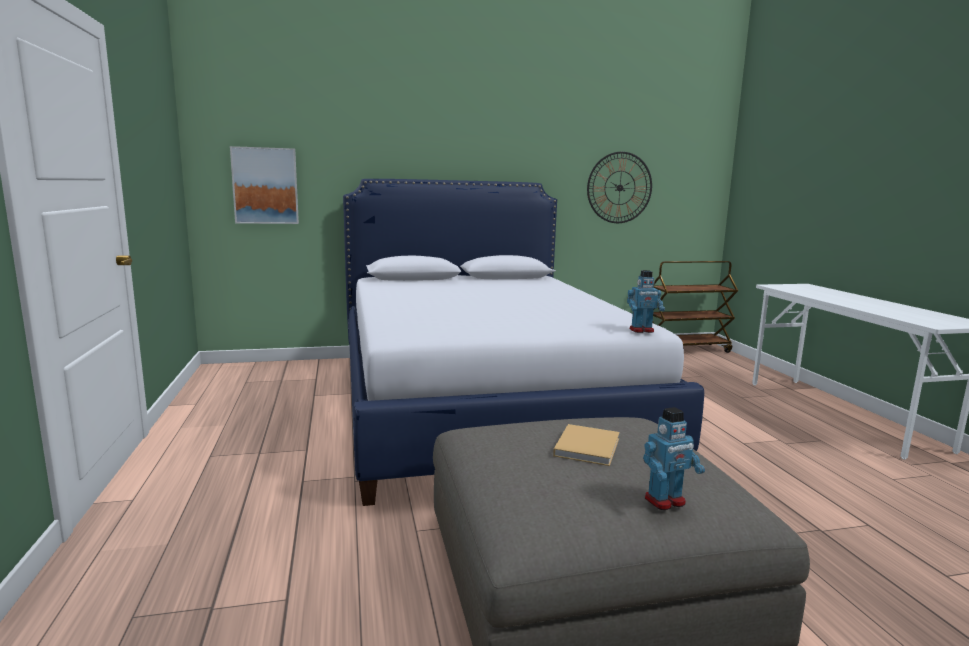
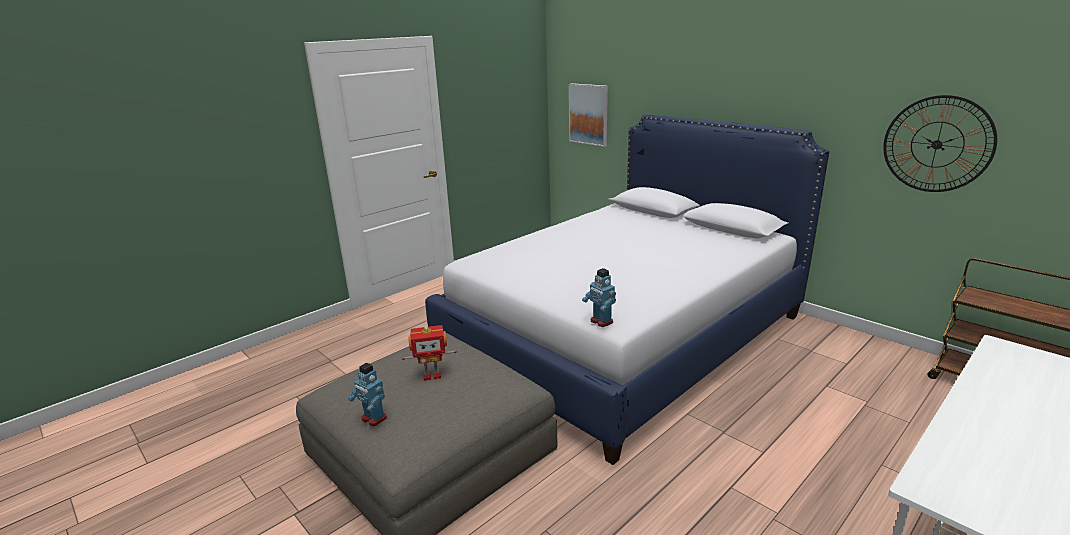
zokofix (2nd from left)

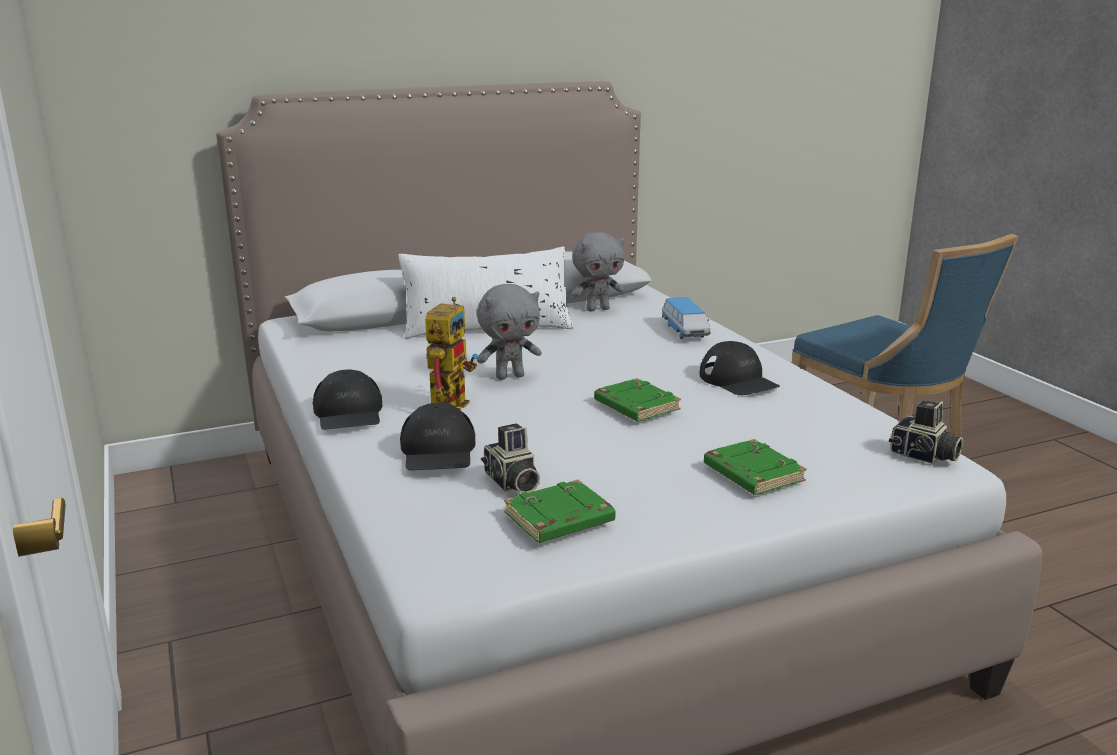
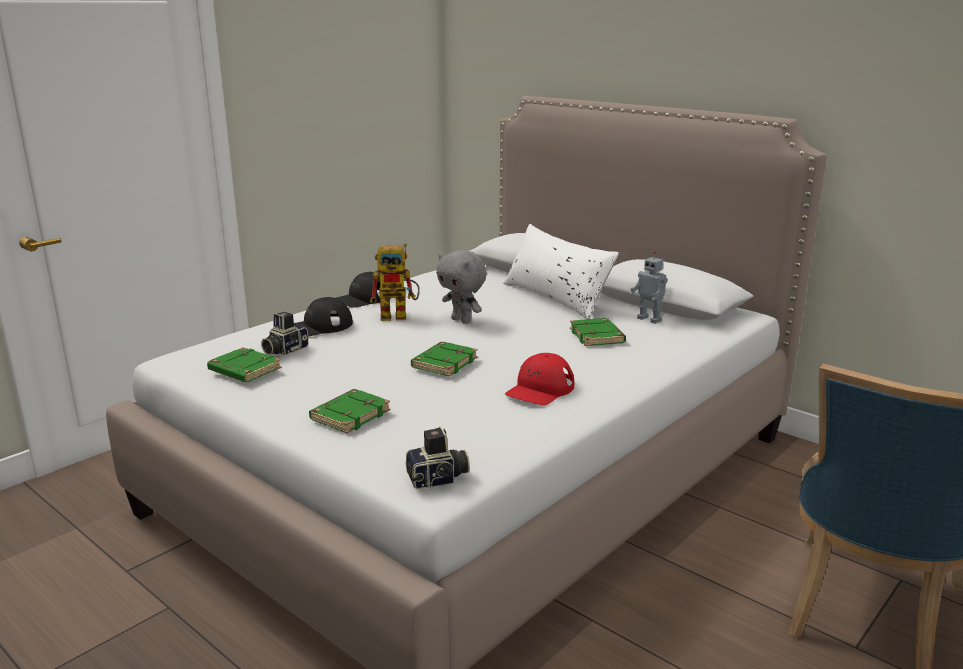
zokofix (2nd from left)
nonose
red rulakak
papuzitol (2nd from left)
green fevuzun (4th from left)

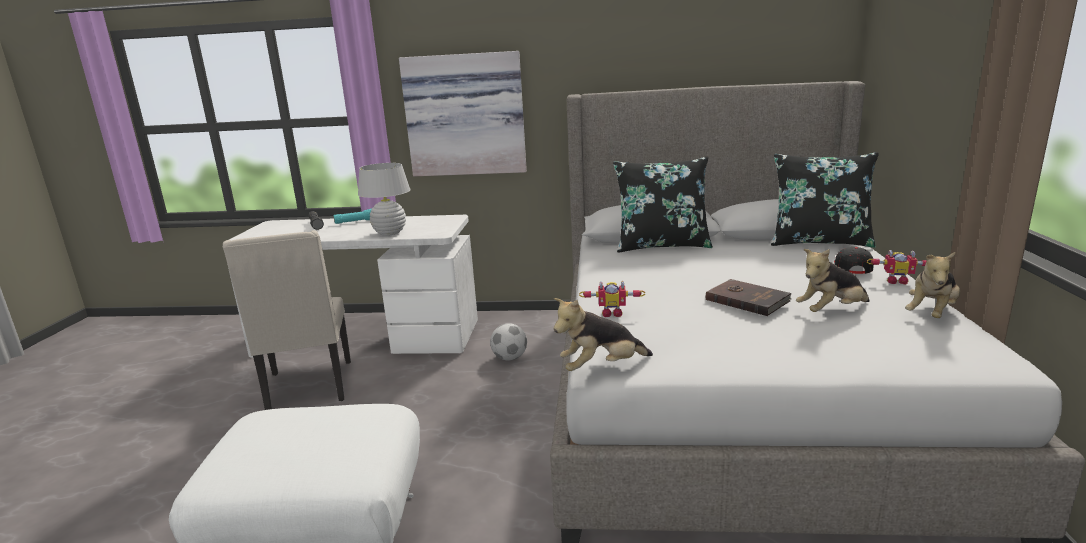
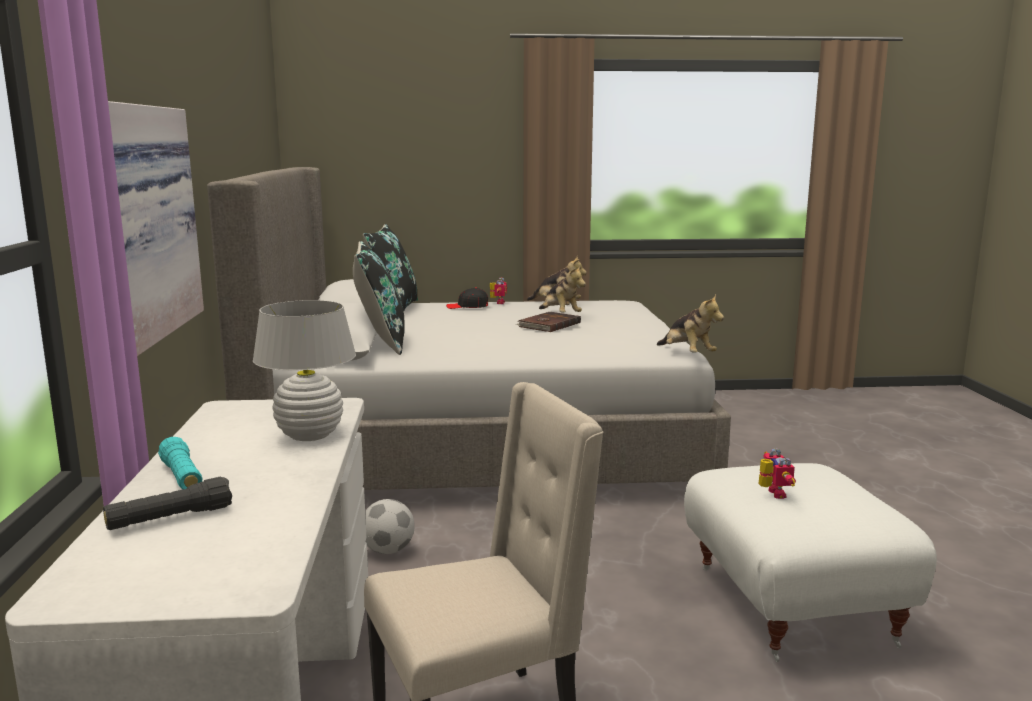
zokofix (2nd from left)

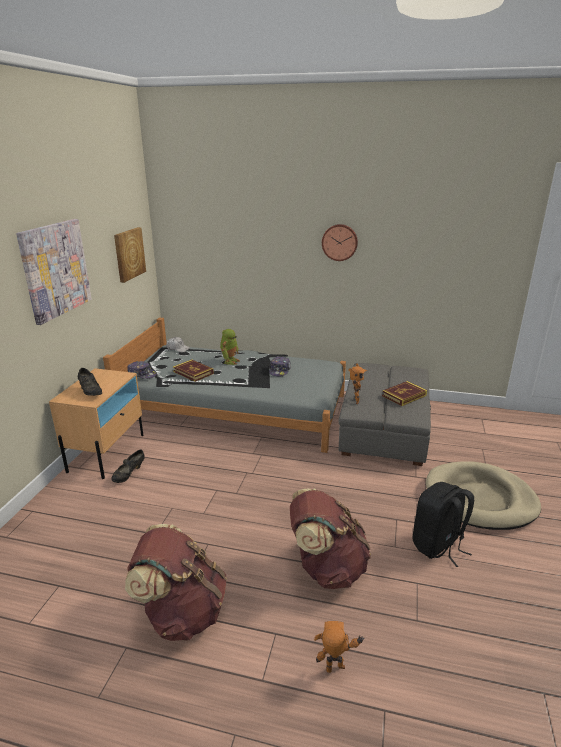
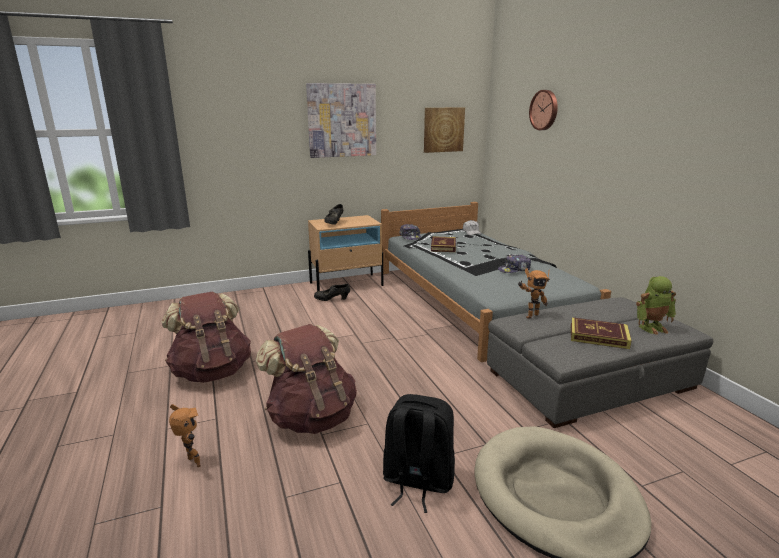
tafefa
zokofix (3rd from left)

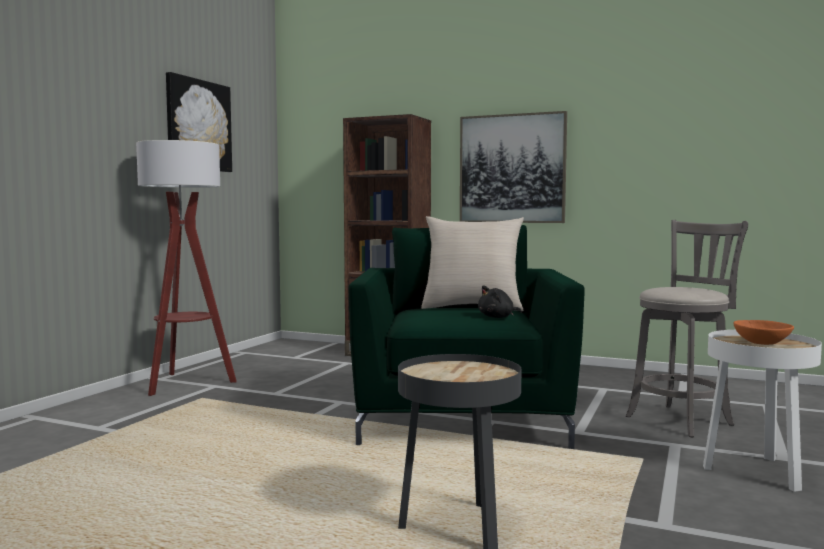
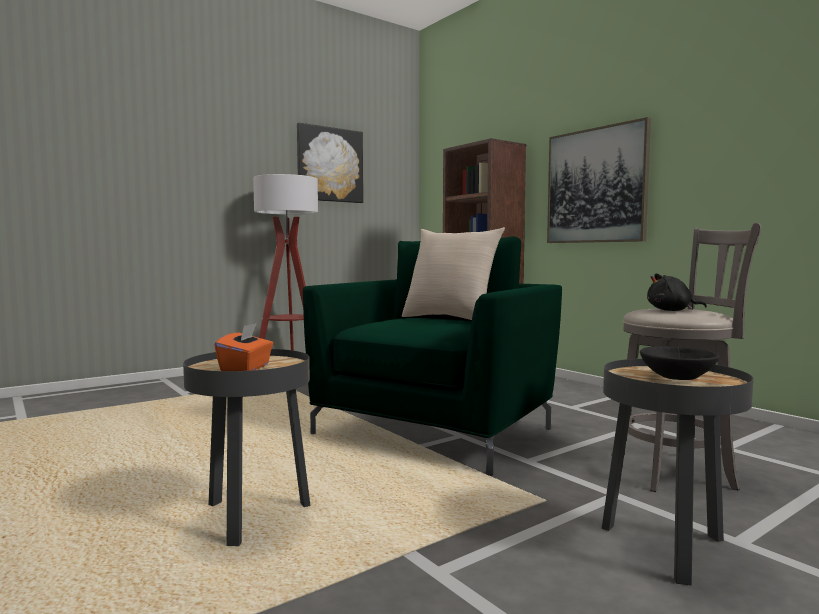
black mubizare
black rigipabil
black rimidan (2nd from left)
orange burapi

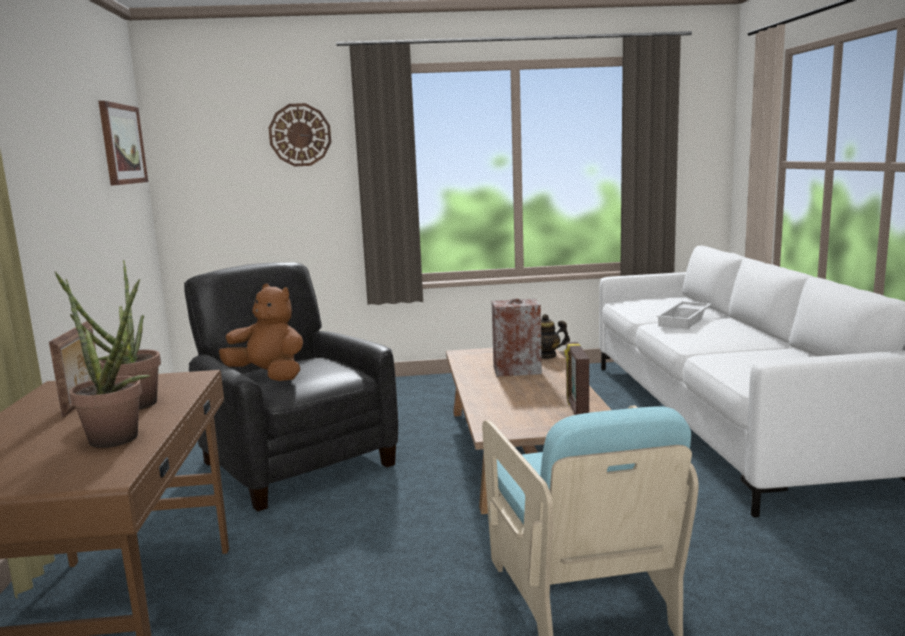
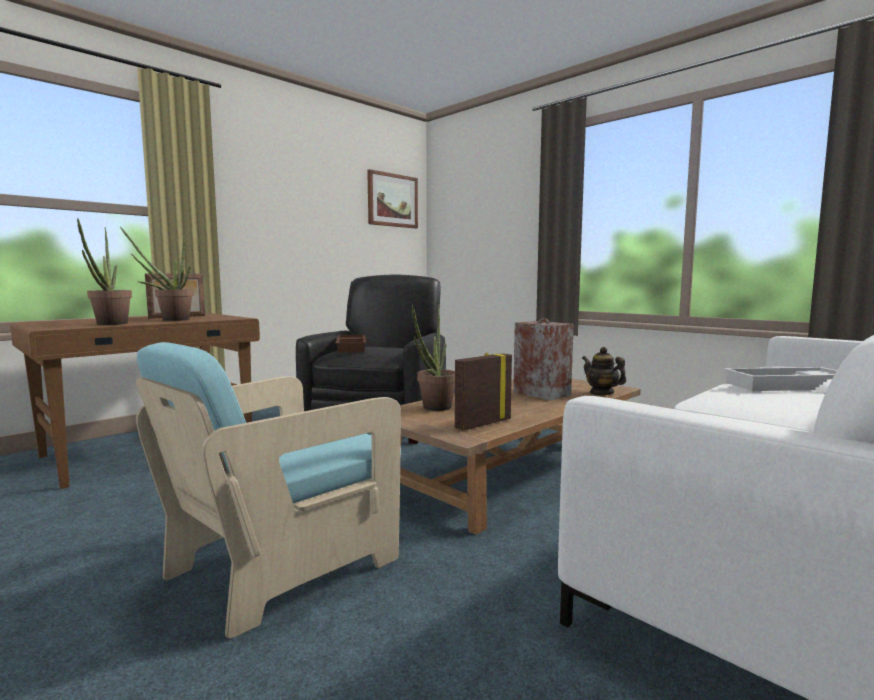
tafefa
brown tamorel
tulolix (3rd from left)

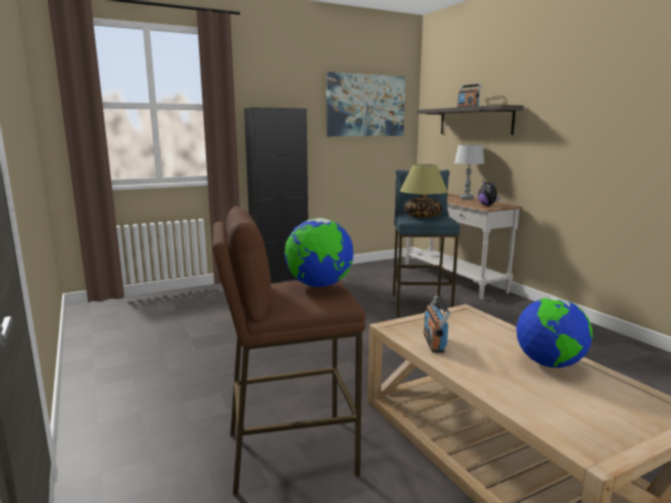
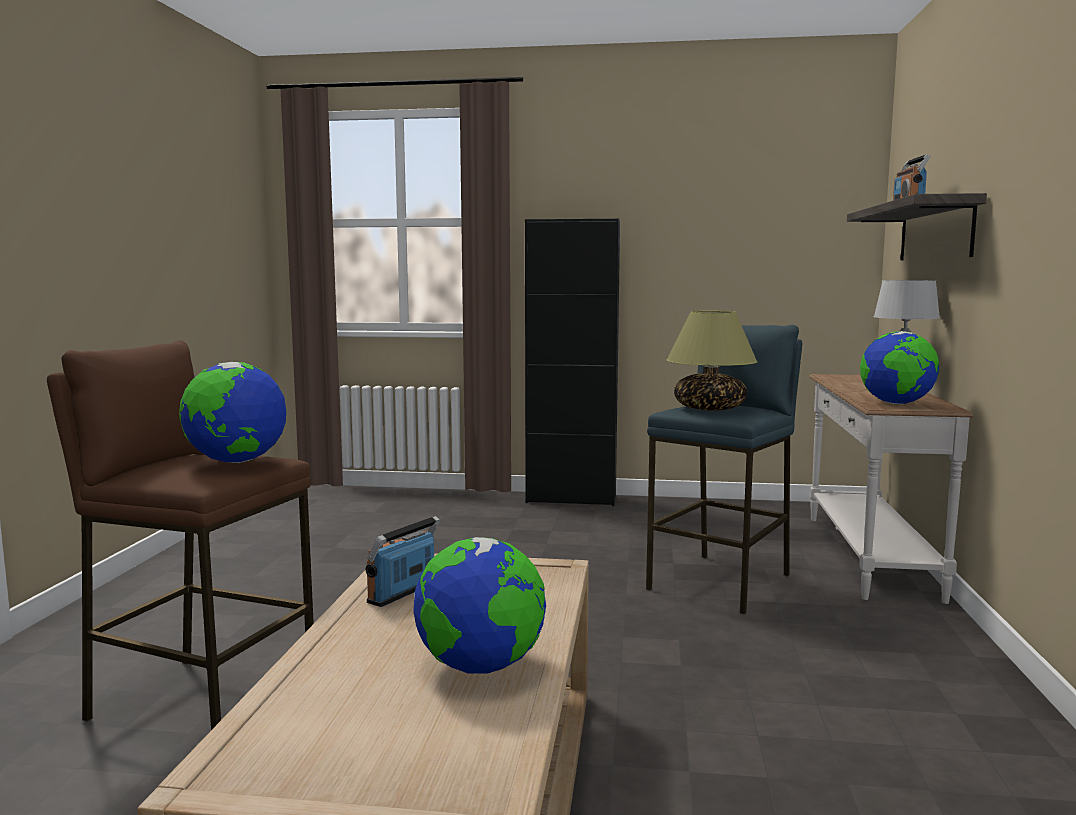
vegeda
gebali (3rd from left)

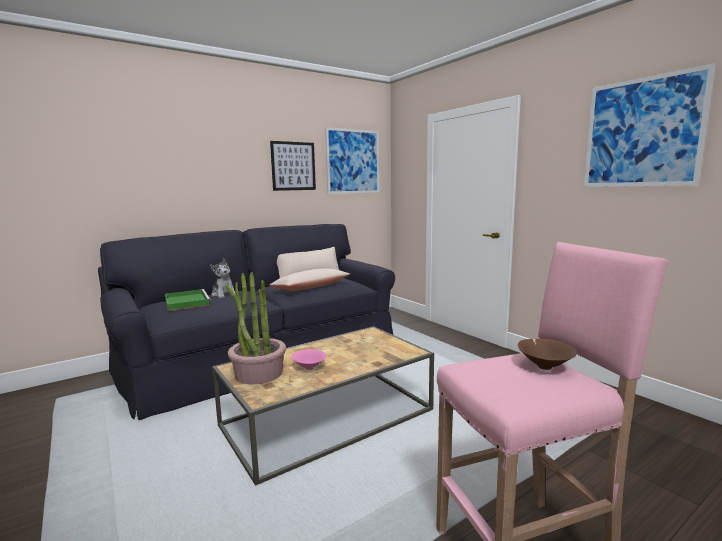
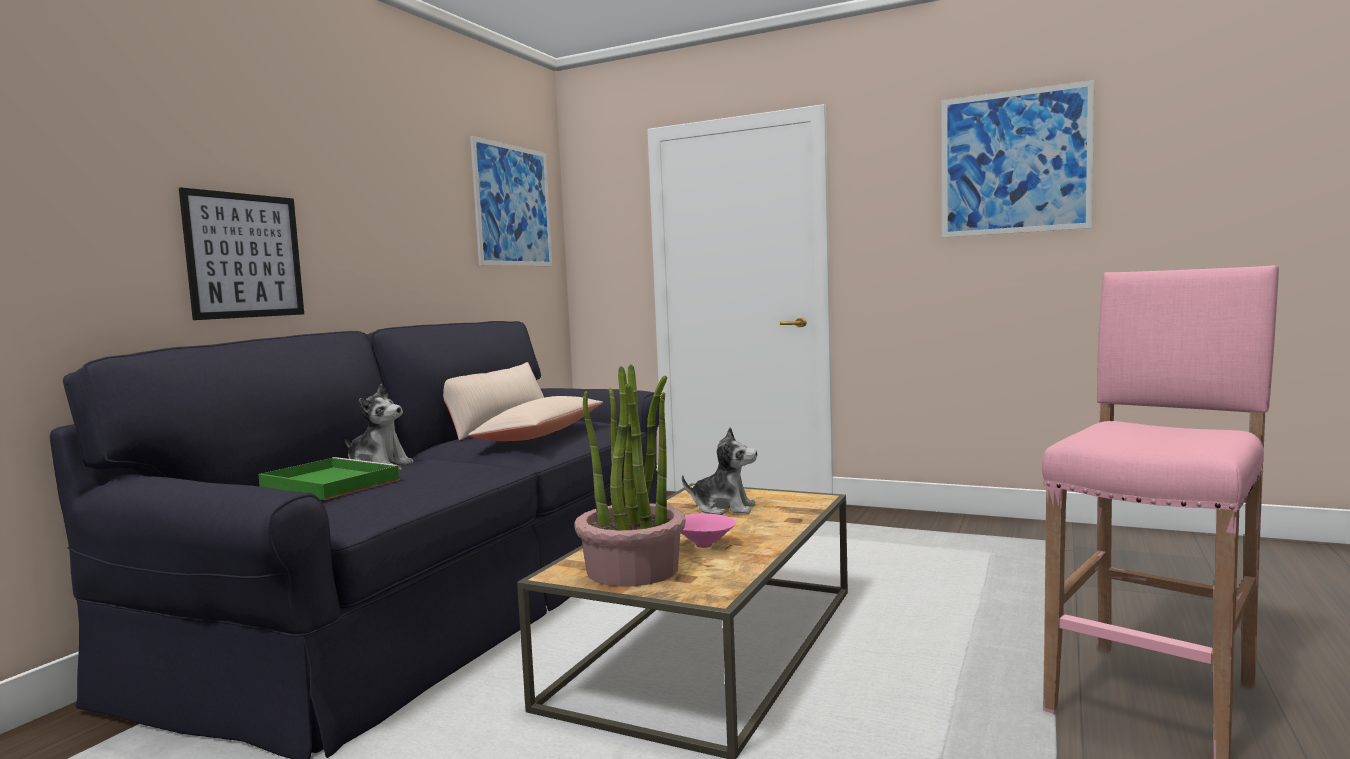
vegeda (1st from left)
brown rigipabil
mubizare (2nd from left)

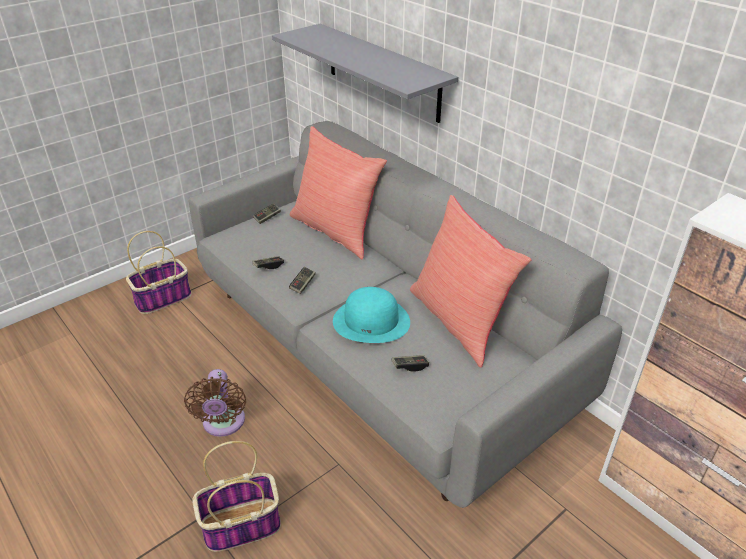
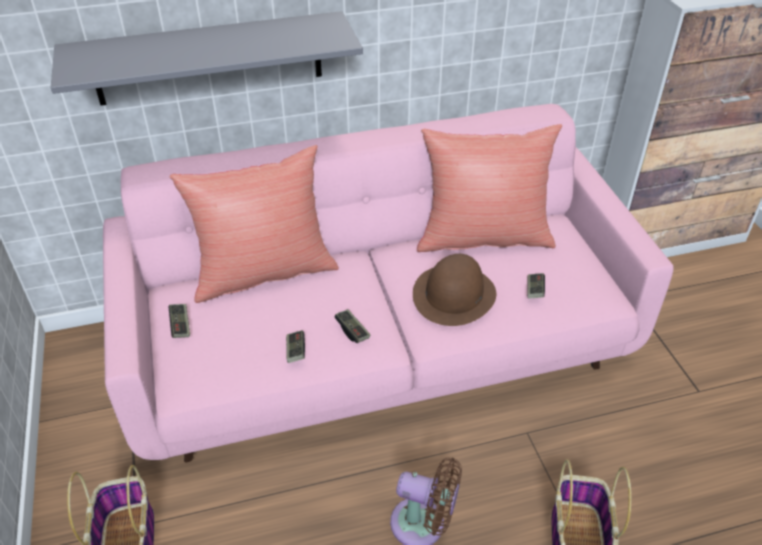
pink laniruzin
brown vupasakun

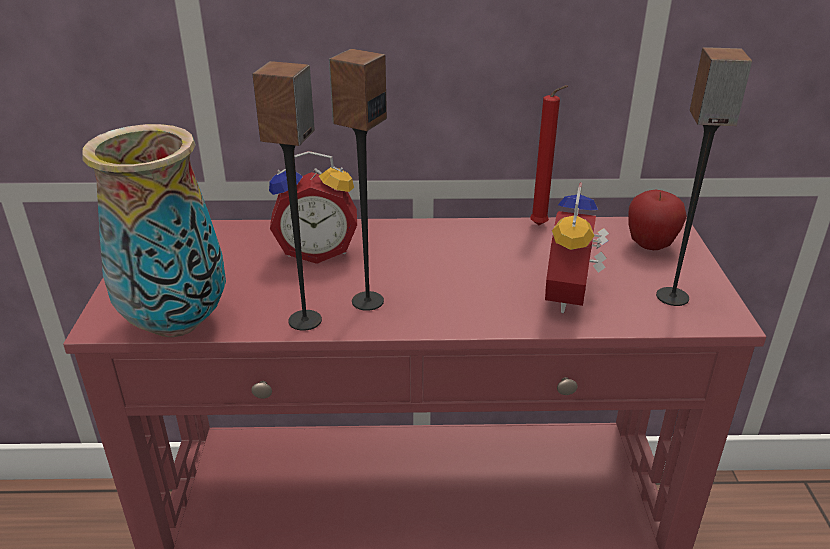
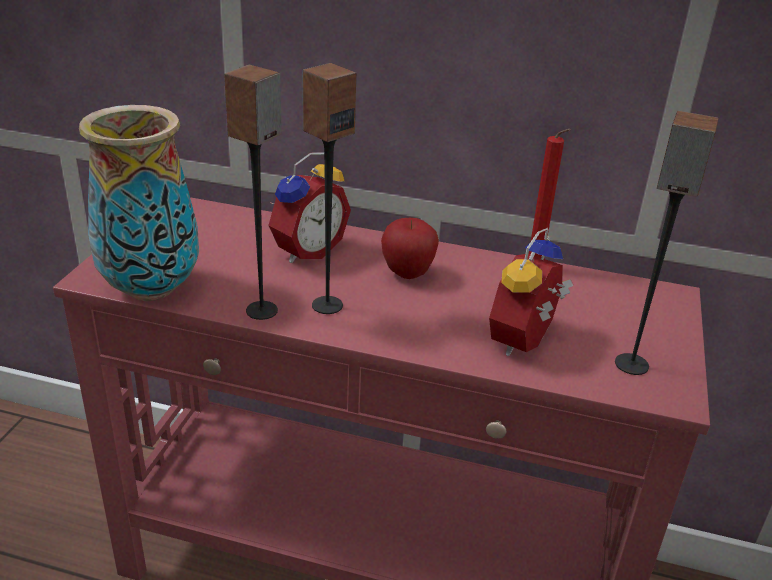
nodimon (1st from left)
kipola

